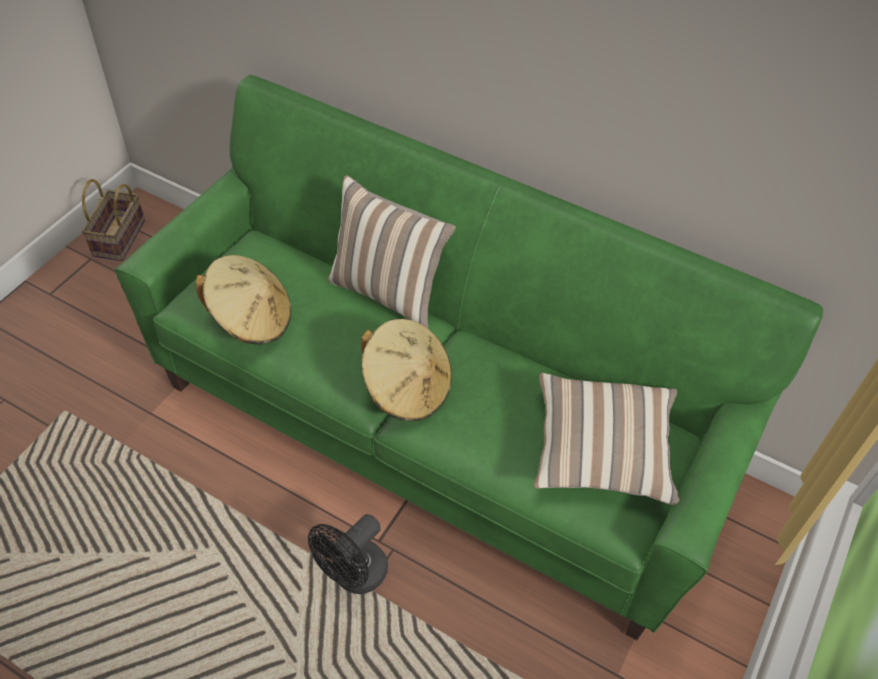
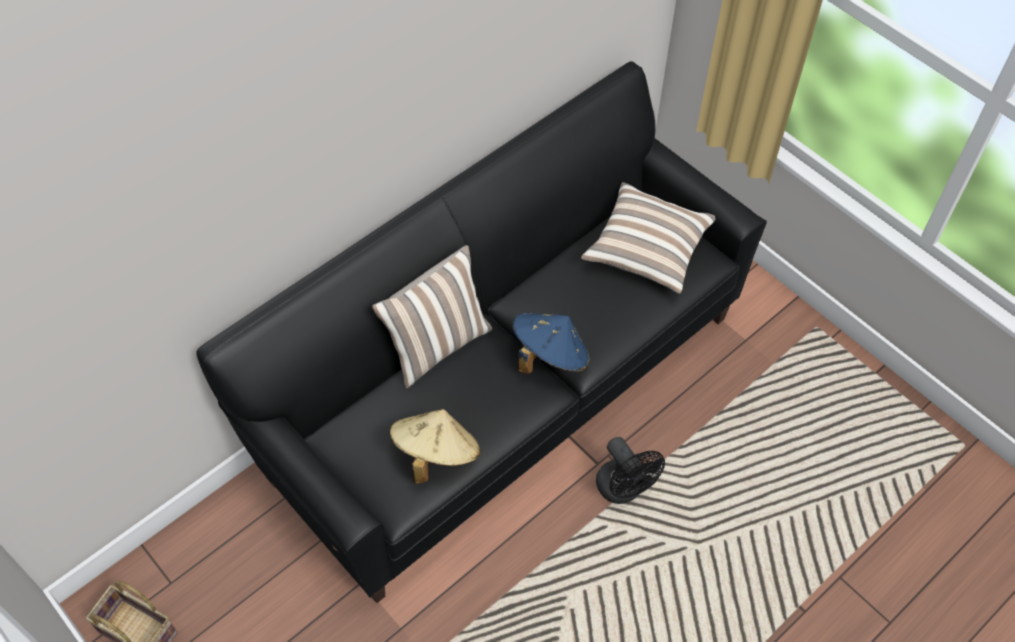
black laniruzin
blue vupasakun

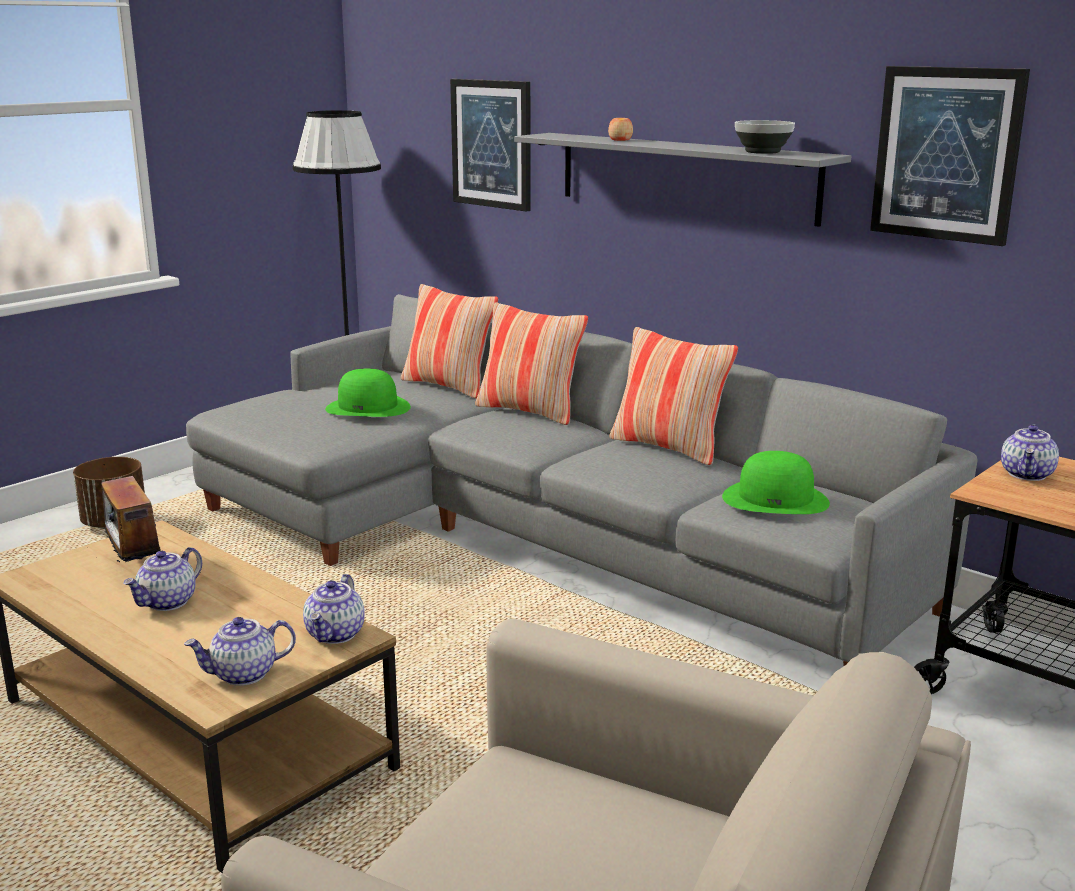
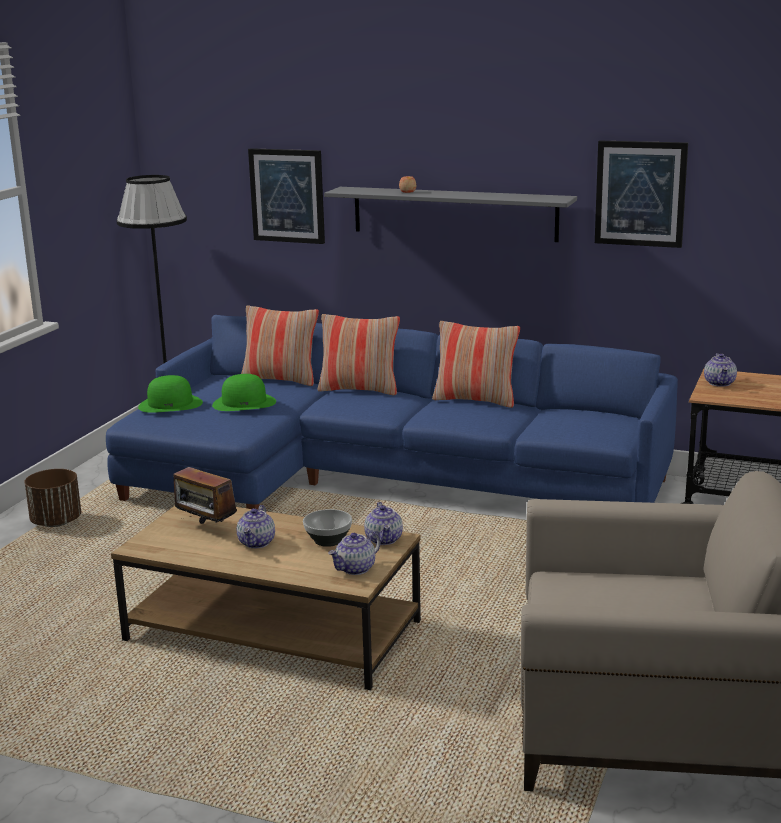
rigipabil
blue laniruzin
green vupasakun (1st from left)

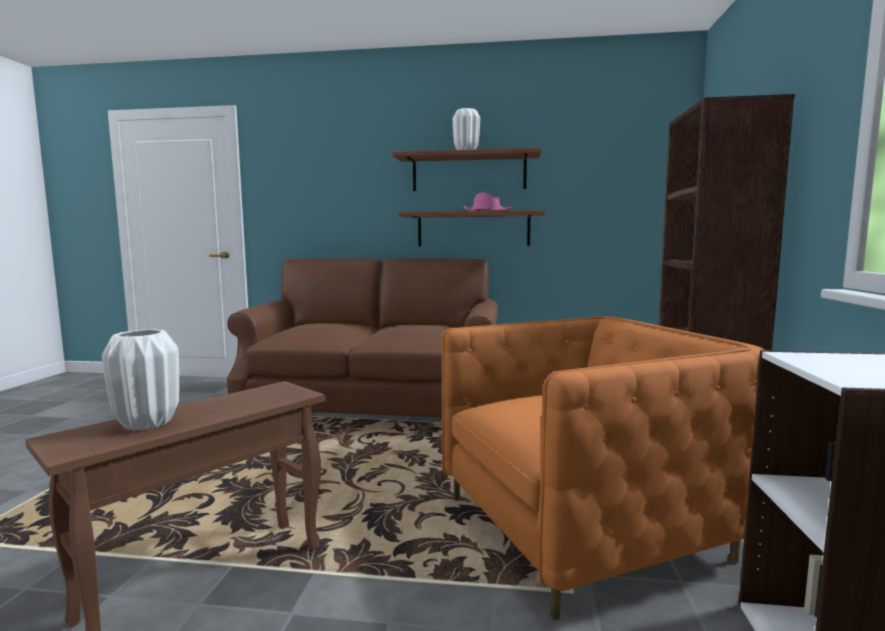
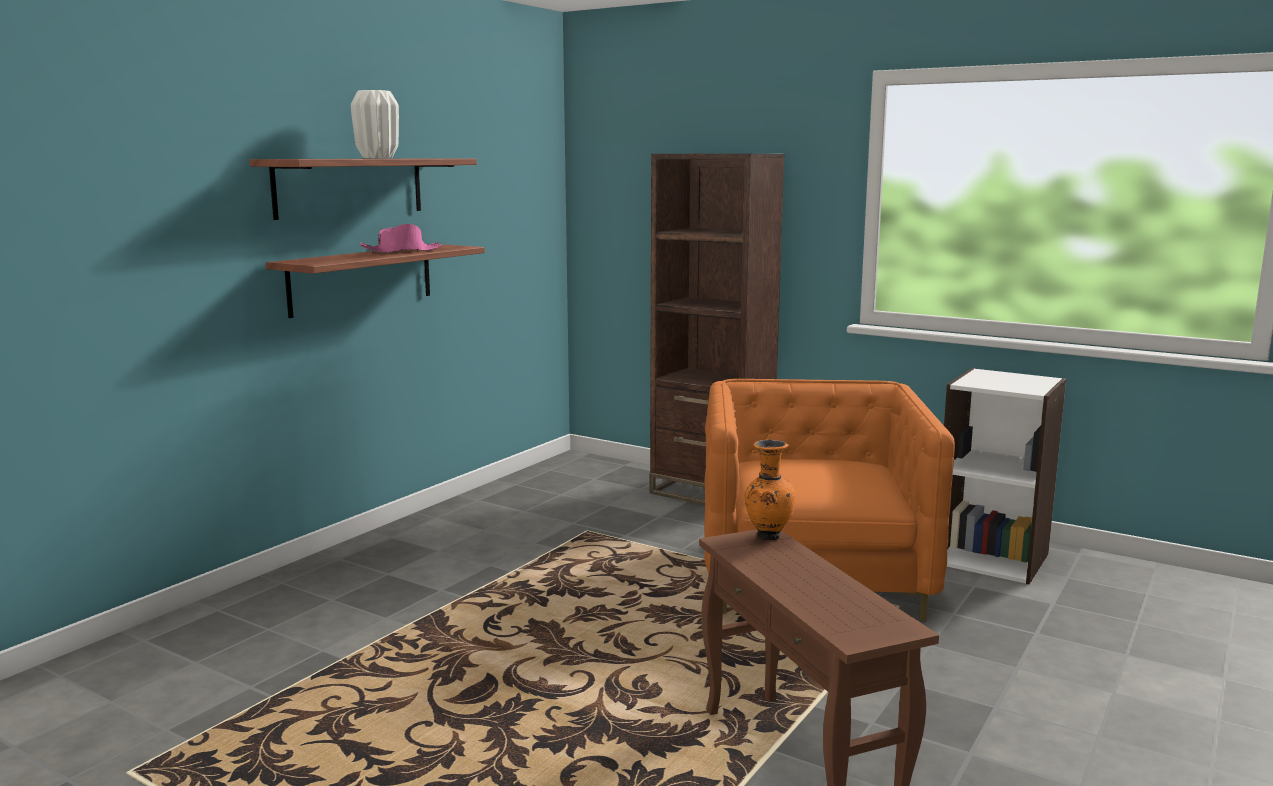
brown laniruzin
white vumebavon (1st from left in the first image)
orange vumebavon

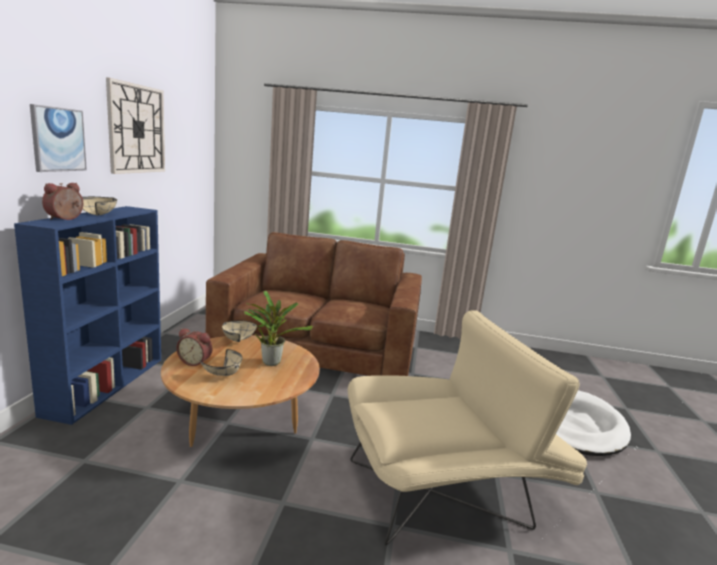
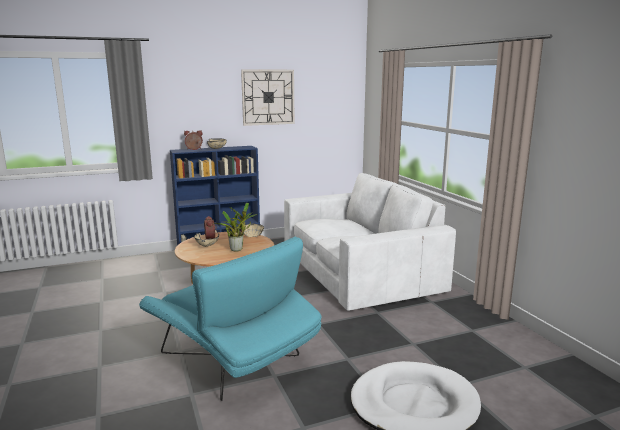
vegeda
white laniruzin
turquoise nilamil

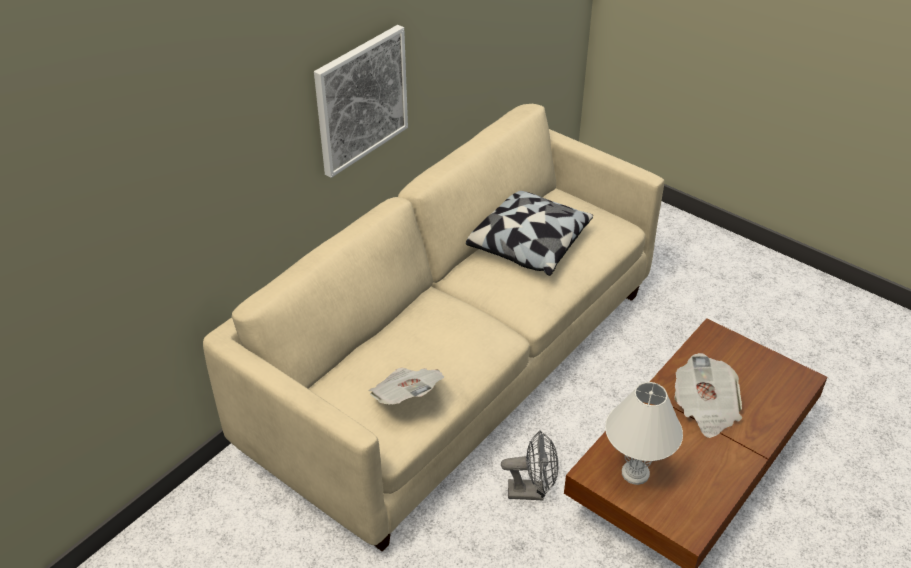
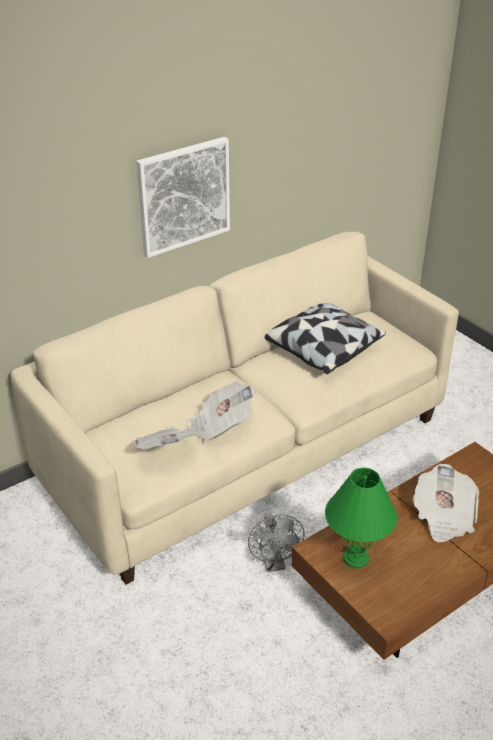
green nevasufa
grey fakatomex
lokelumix (2nd from left)

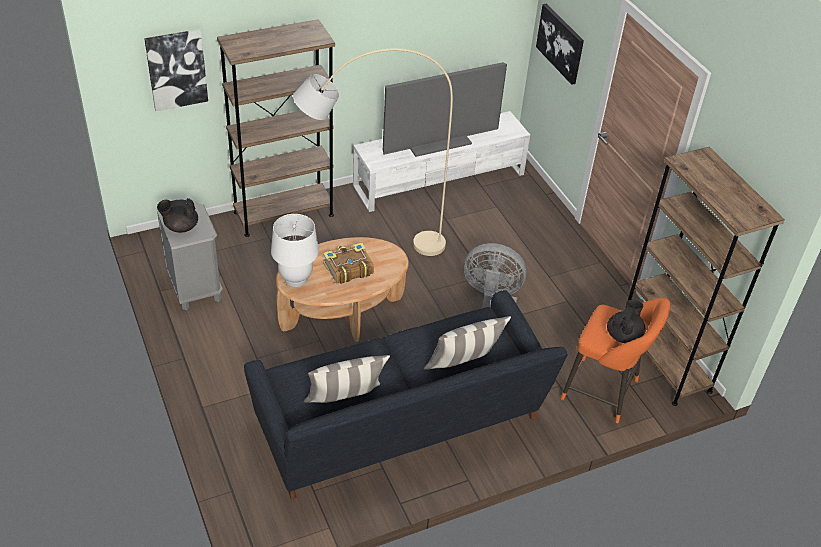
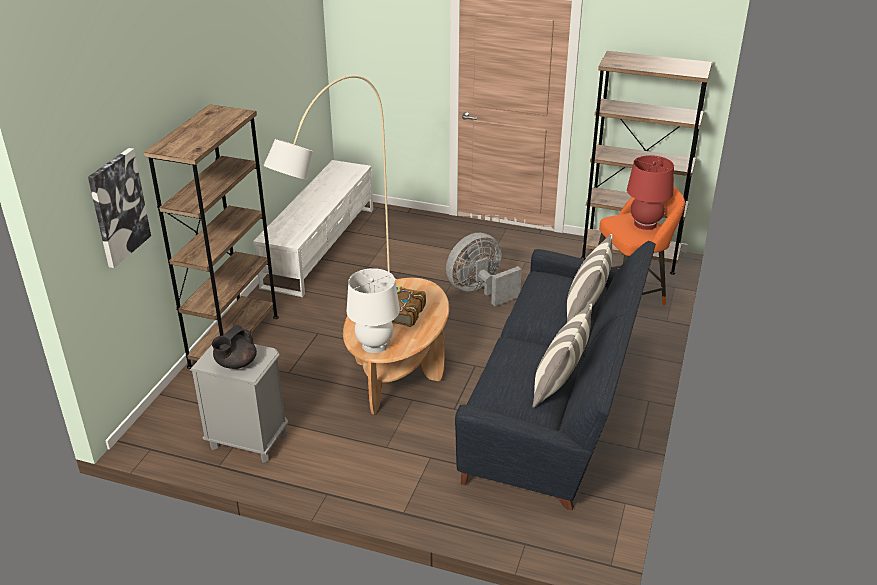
vegeda (2nd from left in the first image)
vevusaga
red nevasufa

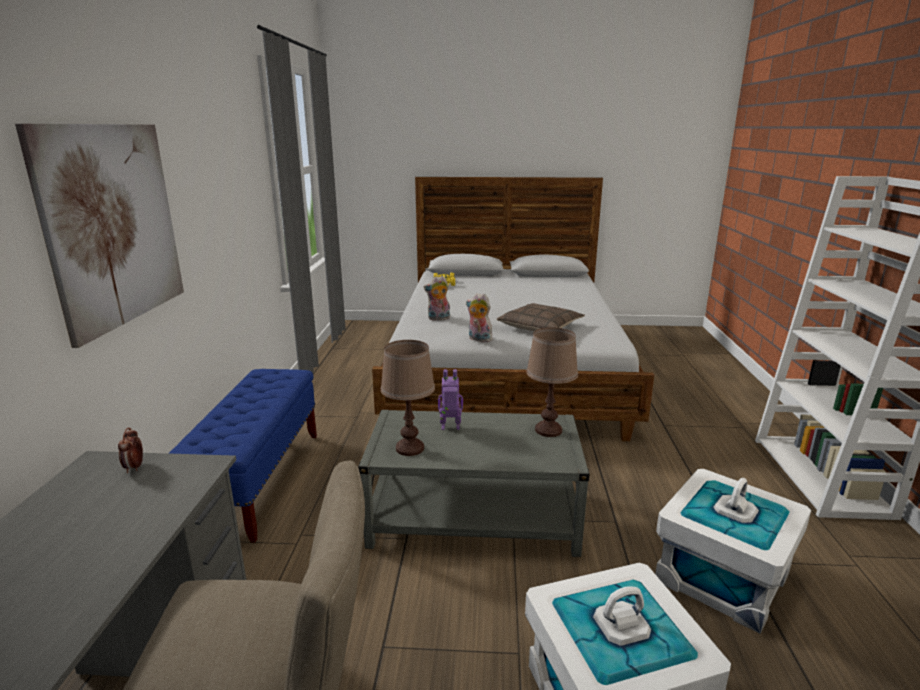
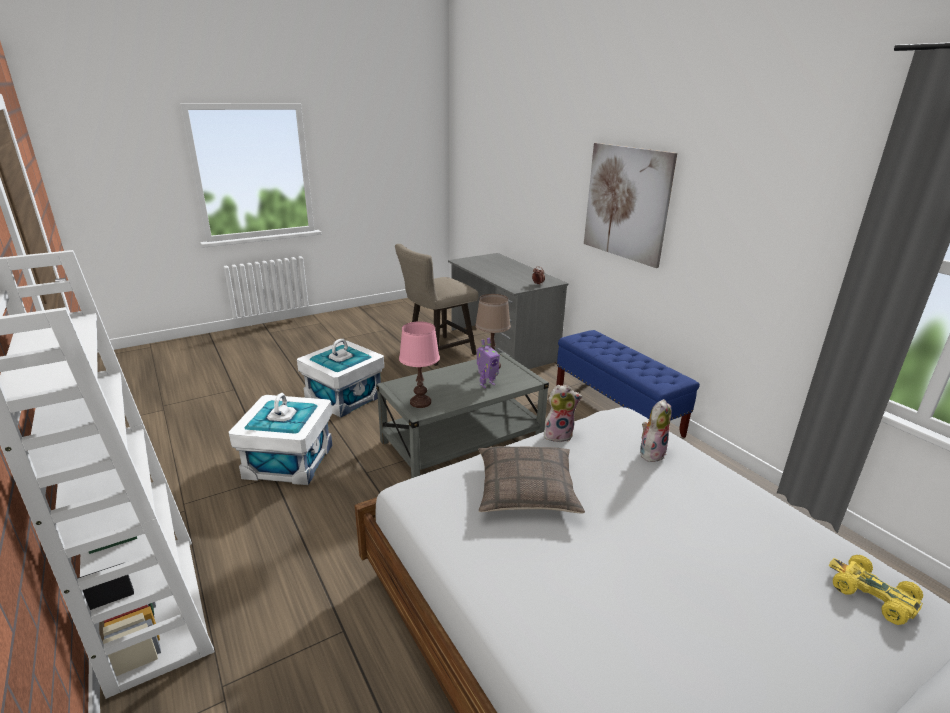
pink nevasufa

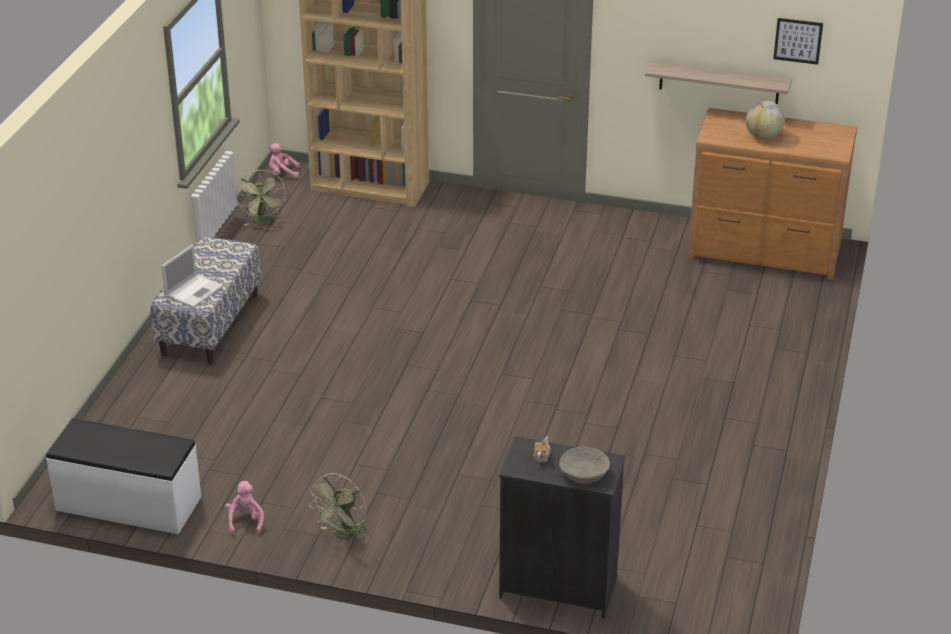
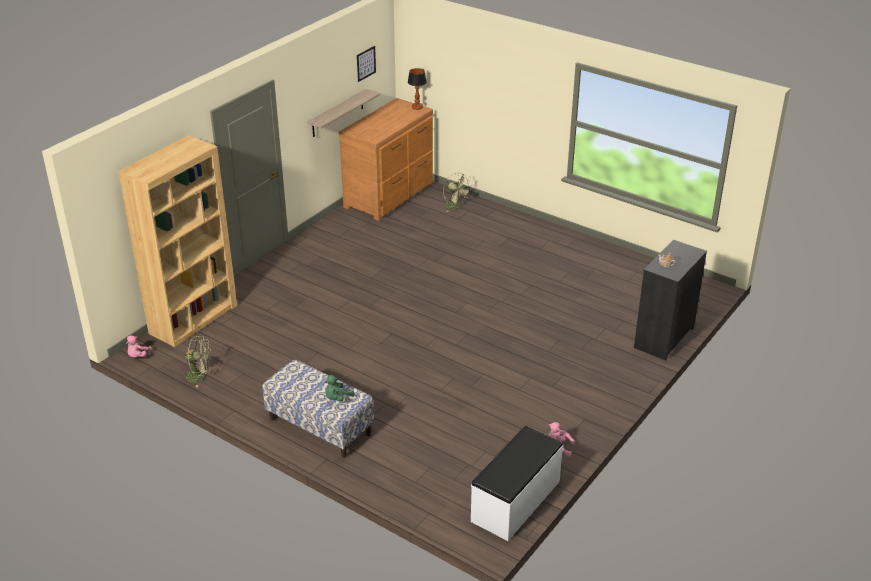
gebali
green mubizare
beige rigipabil
green fakatomex (2nd from left)
nevasufa

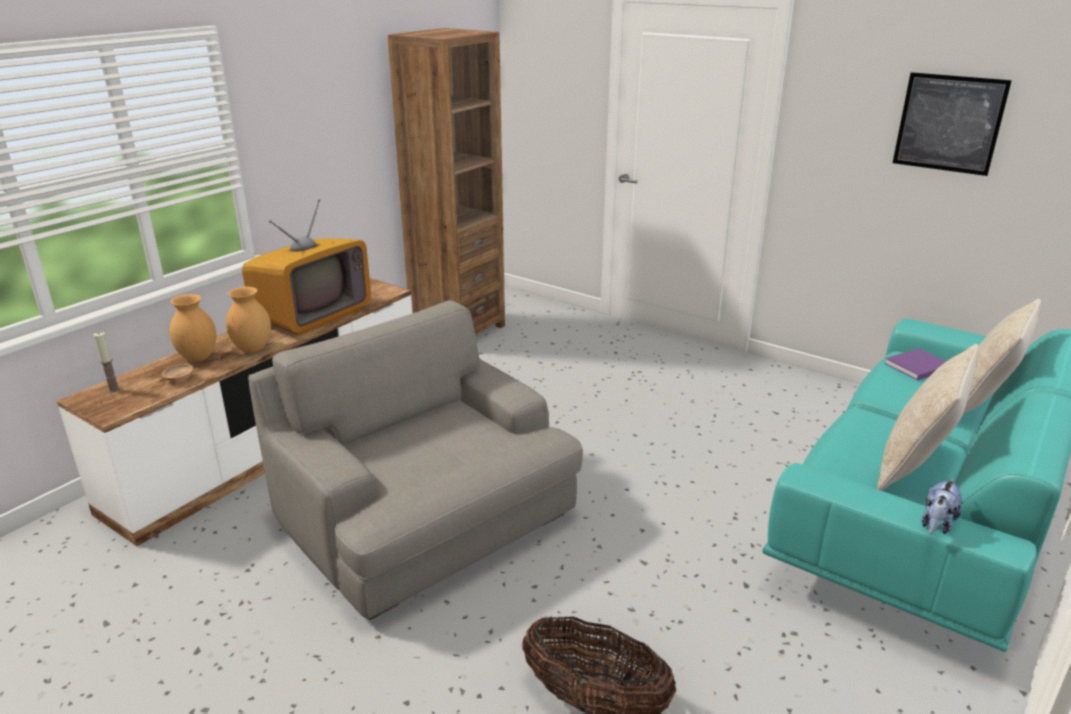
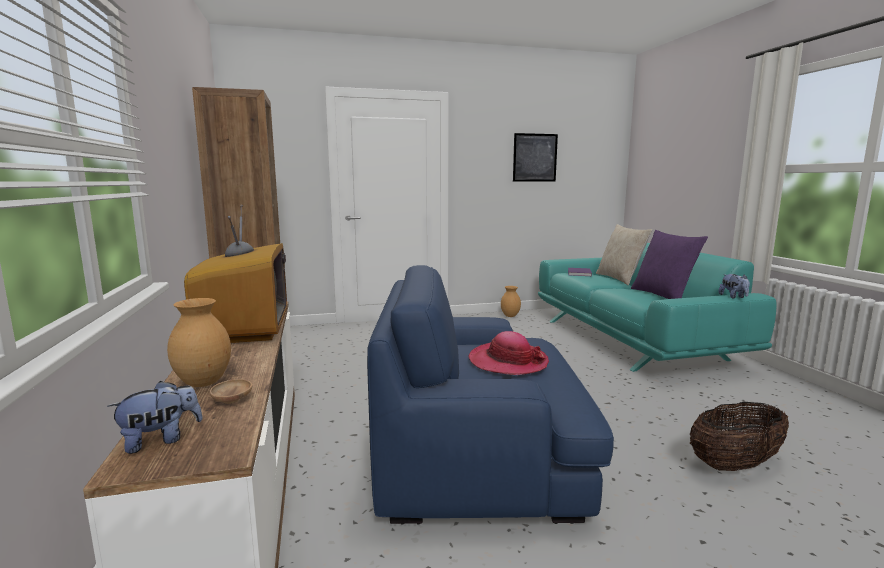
brown vumebavon (2nd from left)
blue nilamil
mubizare (1st from left)
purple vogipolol
vupasakun

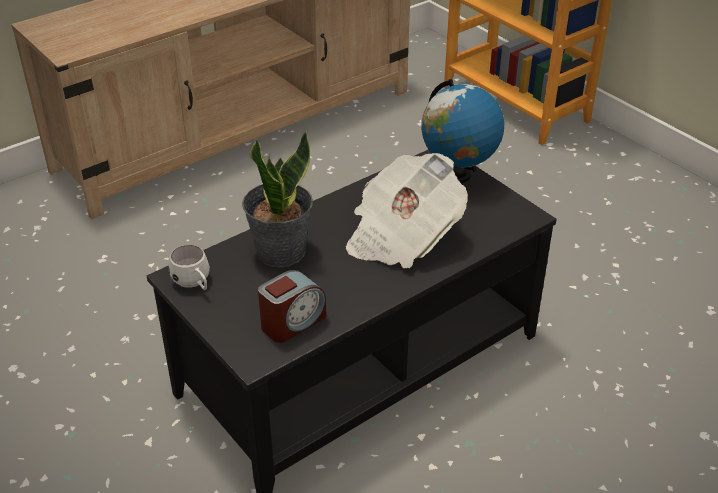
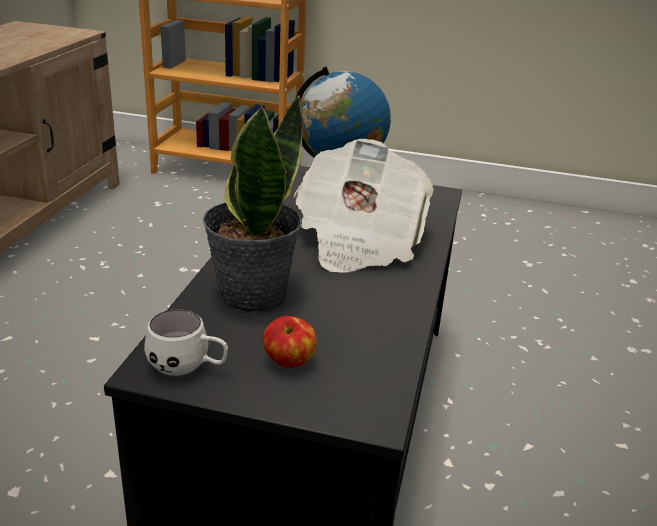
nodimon
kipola

